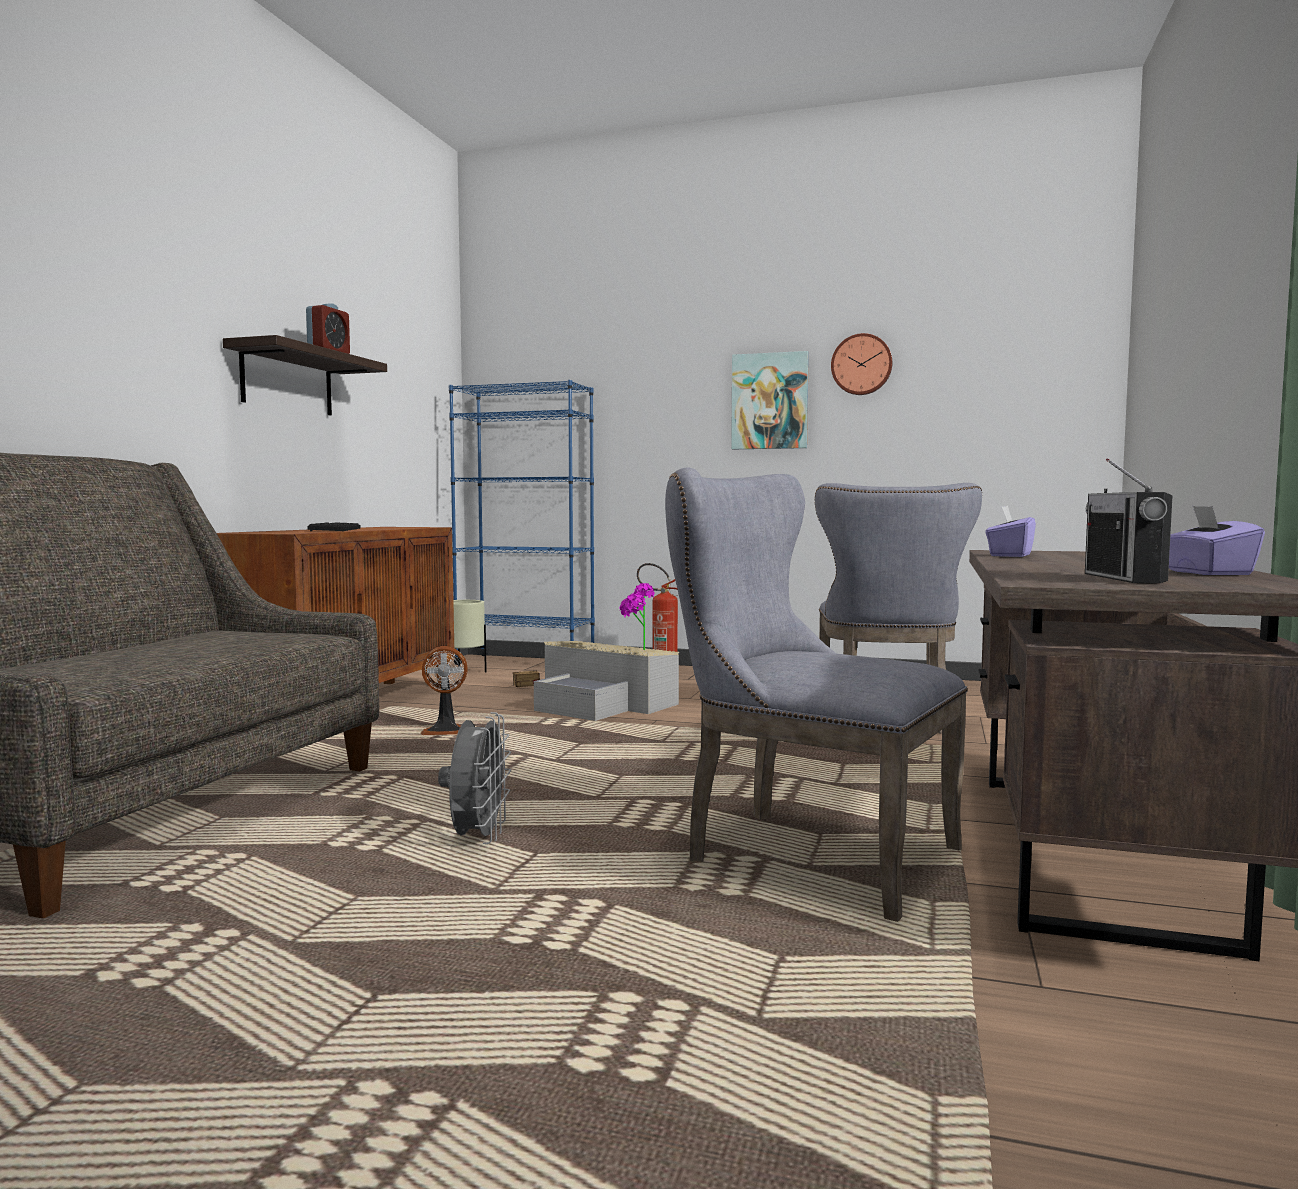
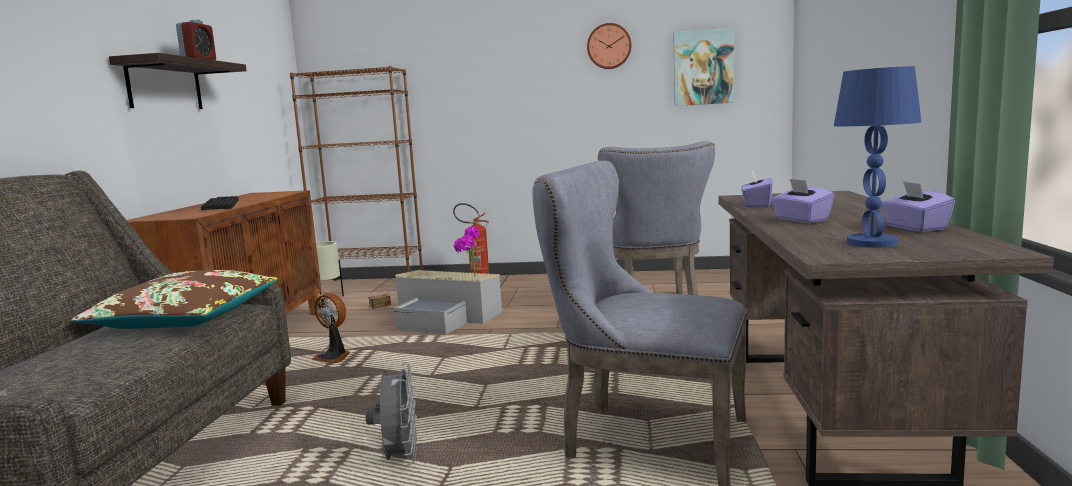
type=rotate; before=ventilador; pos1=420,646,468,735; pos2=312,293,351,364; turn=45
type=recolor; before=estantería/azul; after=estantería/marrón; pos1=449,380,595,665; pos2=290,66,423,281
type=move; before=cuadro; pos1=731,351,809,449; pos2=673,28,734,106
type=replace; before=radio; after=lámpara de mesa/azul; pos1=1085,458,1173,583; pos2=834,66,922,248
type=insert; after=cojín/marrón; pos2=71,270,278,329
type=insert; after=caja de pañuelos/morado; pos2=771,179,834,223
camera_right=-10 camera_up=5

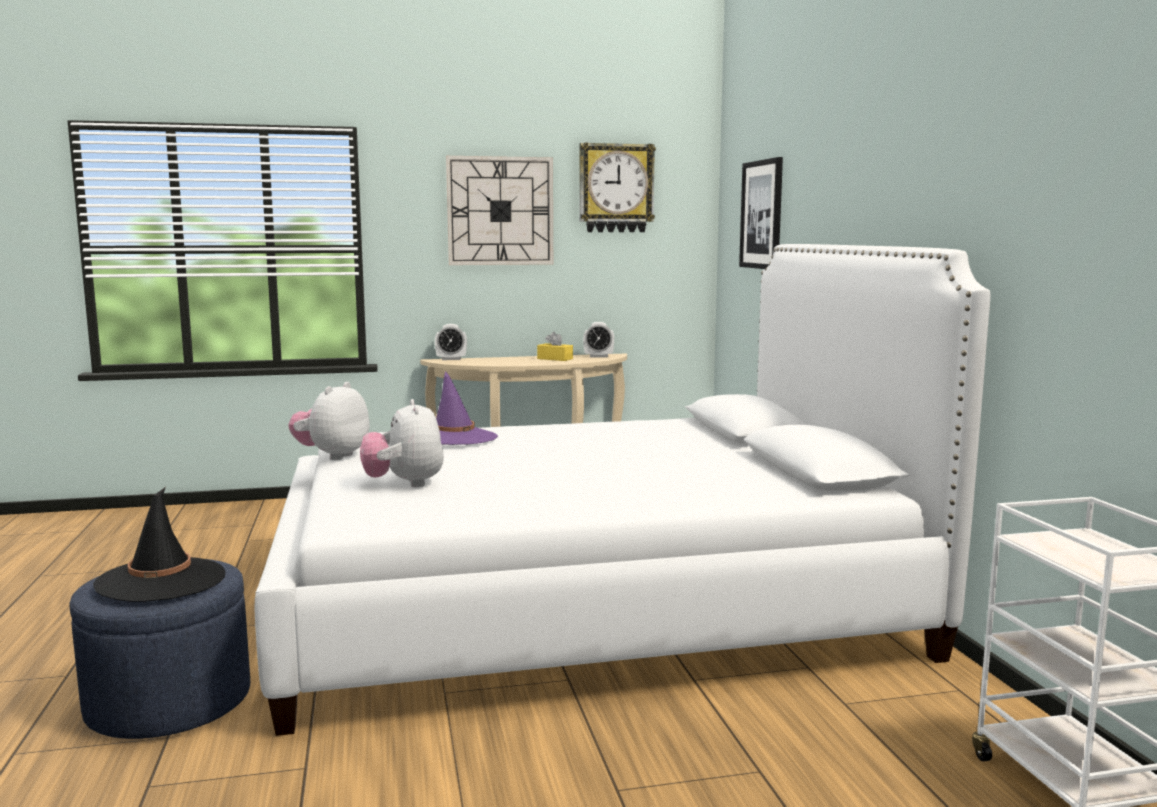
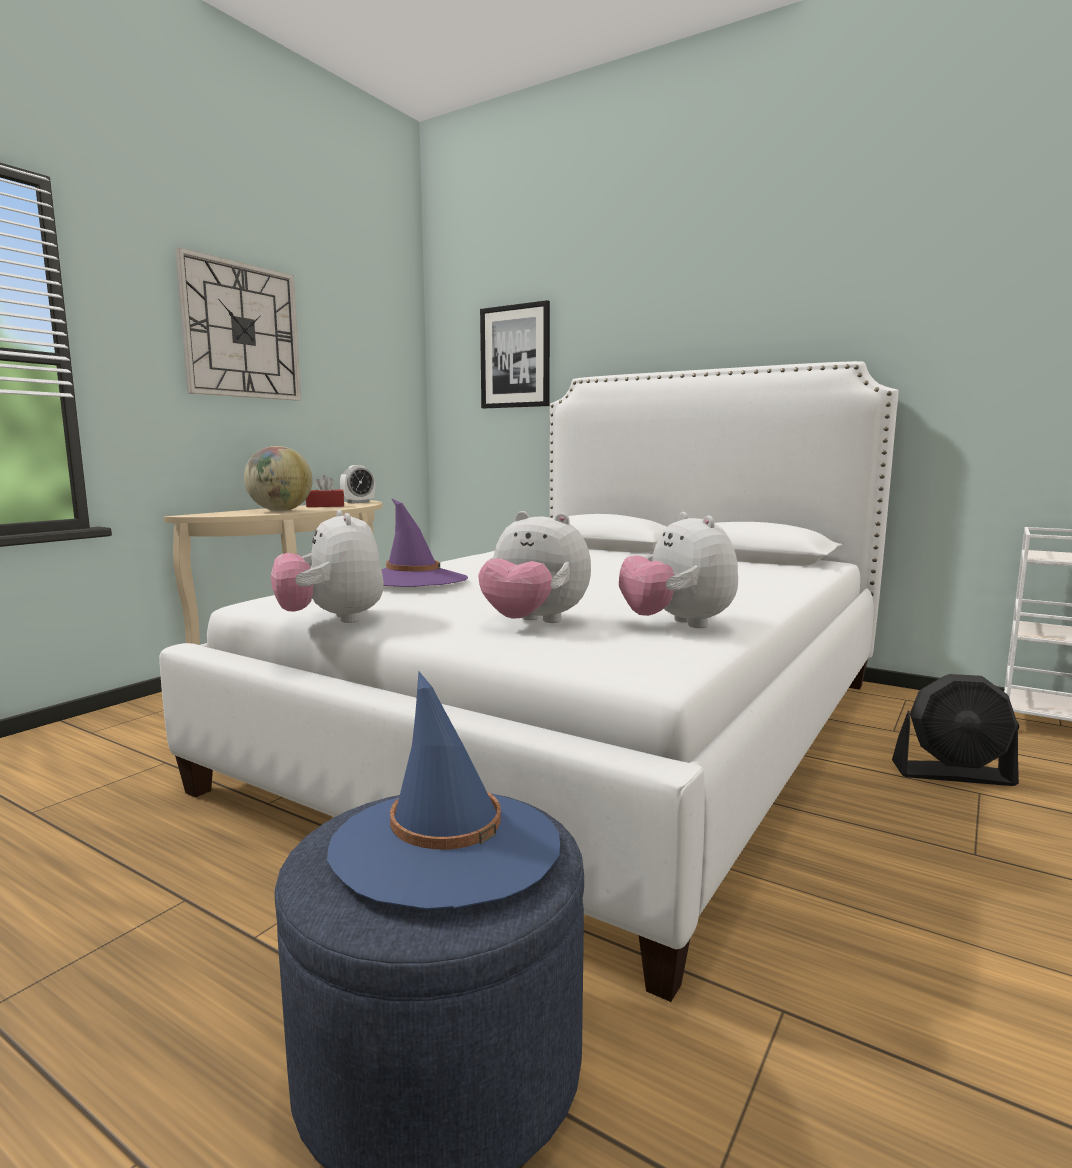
type=recolor; before=sombrero/negro; after=sombrero/azul; pos1=93,487,225,602; pos2=327,671,560,910
type=delete; before=despertador; pos1=435,324,467,360
type=recolor; before=caja de pañuelos/amarillo; after=caja de pañuelos/rojo; pos1=537,332,573,361; pos2=306,475,344,507
type=delete; before=reloj de pared; pos1=579,142,656,232
type=insert; after=globo terráqueo; pos2=244,446,313,511
type=insert; after=peluche; pos2=619,512,738,628
type=insert; after=ventilador/negro; pos2=892,674,1019,786
camera_right=-45 camera_up=0

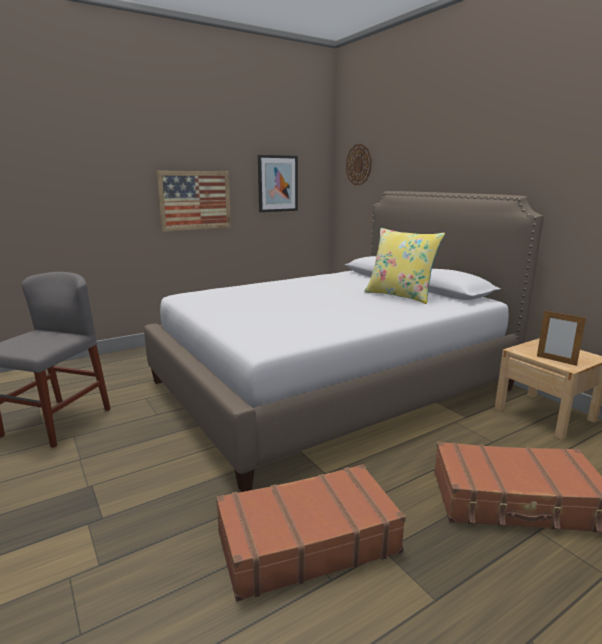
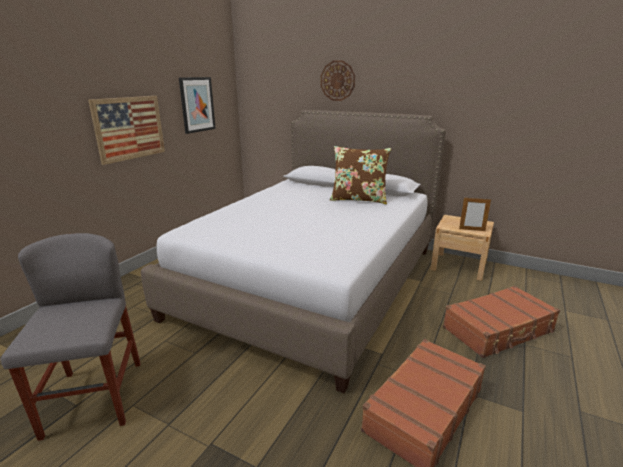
type=move; before=reloj de pared; pos1=346,144,372,185; pos2=320,60,355,101
type=recolor; before=cojín/amarillo; after=cojín/marrón; pos1=364,228,445,304; pos2=330,146,392,204
camera_right=-30 camera_up=5

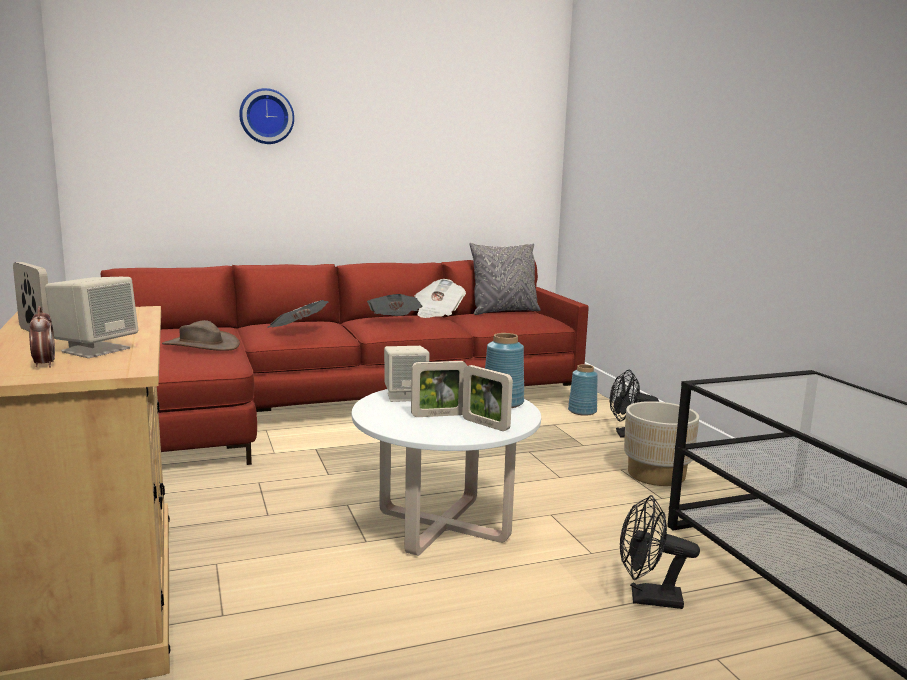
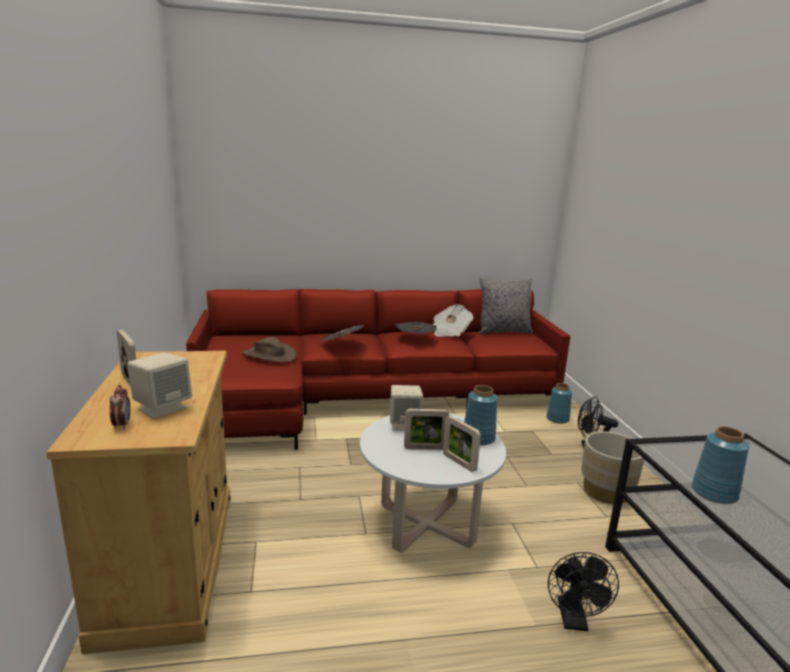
type=delete; before=reloj de pared; pos1=239,88,294,144
type=rotate; before=ventilador/negro; pos1=620,495,700,609; pos2=548,552,619,631; turn=-105
type=insert; after=florero/azul; pos2=692,426,749,504
camera_right=10 camera_up=5

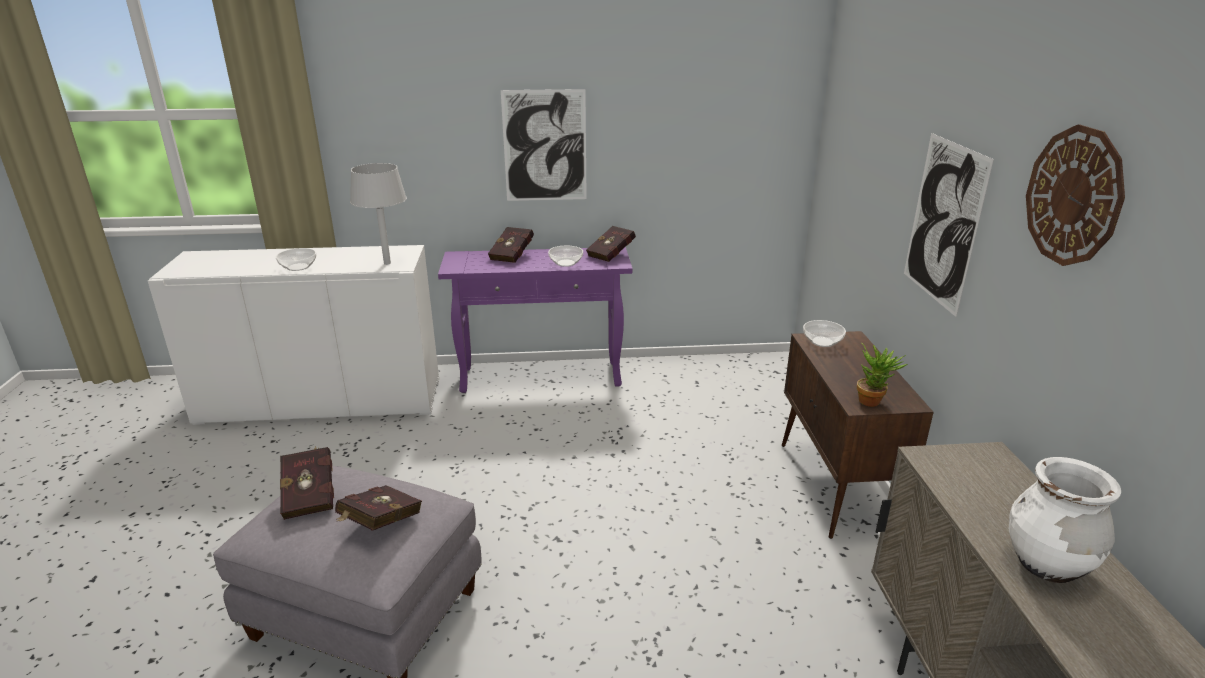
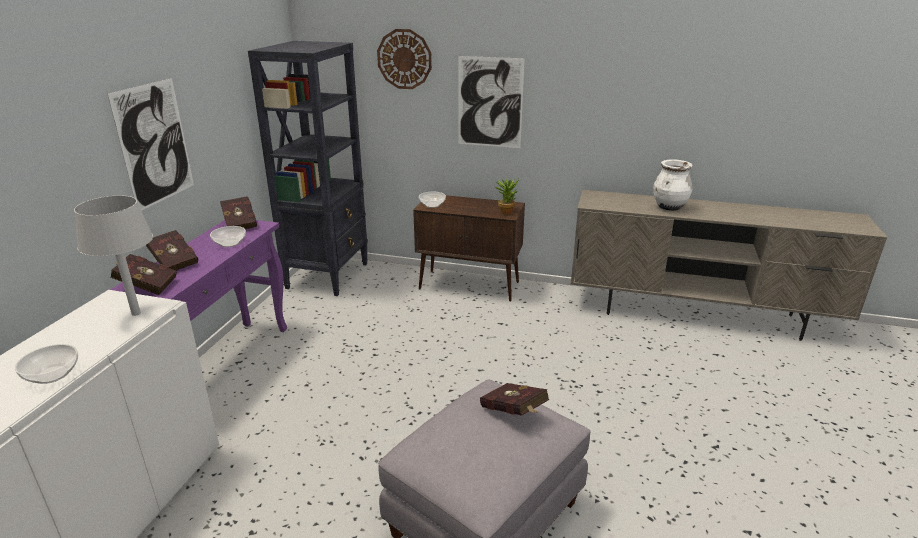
type=move; before=libro/rojo; pos1=280,446,334,520; pos2=110,254,177,295
type=move; before=reloj de pared; pos1=1026,124,1125,266; pos2=377,29,432,89
type=insert; after=estantería/negro; pos2=248,41,368,296
camera_right=-70 camera_up=0

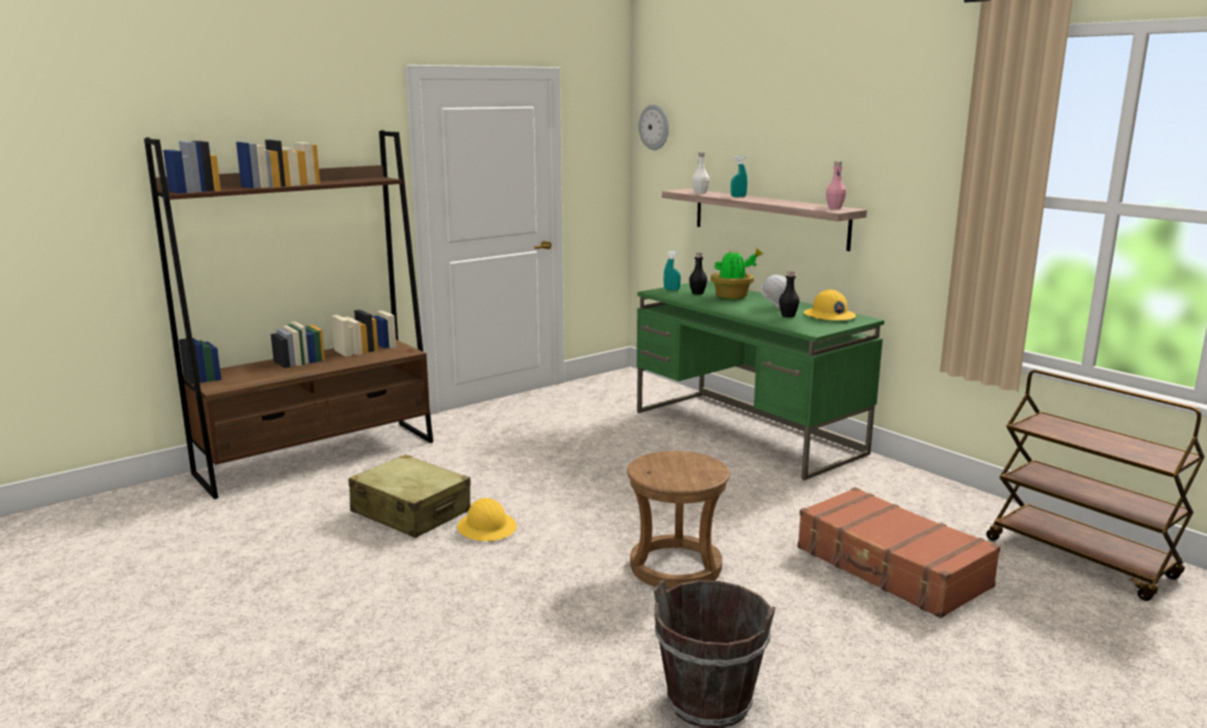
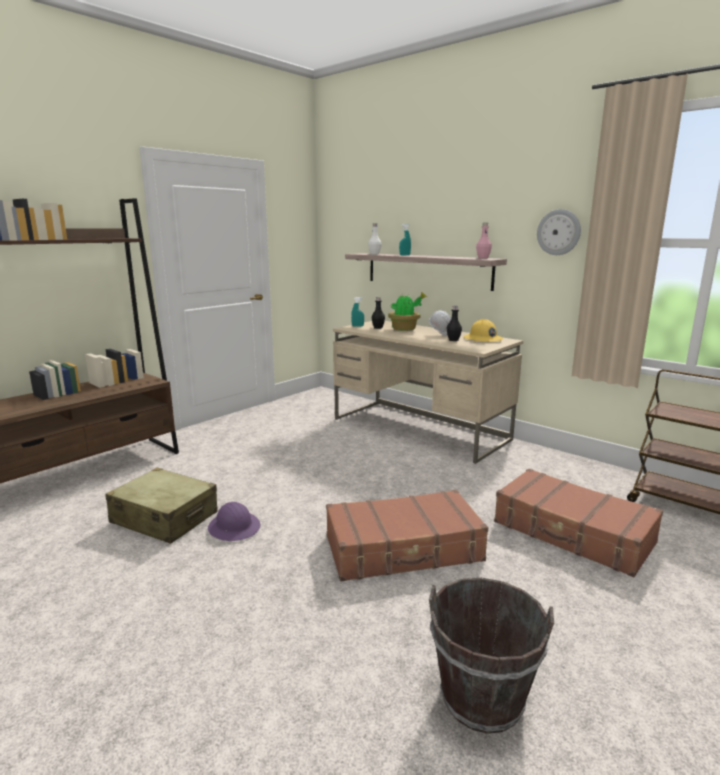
type=recolor; before=casco/amarillo; after=casco/morado; pos1=457,498,517,541; pos2=208,502,260,541
type=replace; before=taburete/marrón; after=maleta/marrón; pos1=627,451,730,590; pos2=326,490,488,581
type=recolor; before=escritorio/verde; after=escritorio/beis; pos1=637,281,884,480; pos2=333,321,523,464
type=move; before=reloj de pared; pos1=639,104,669,150; pos2=537,209,581,255
camera_right=-10 camera_up=0

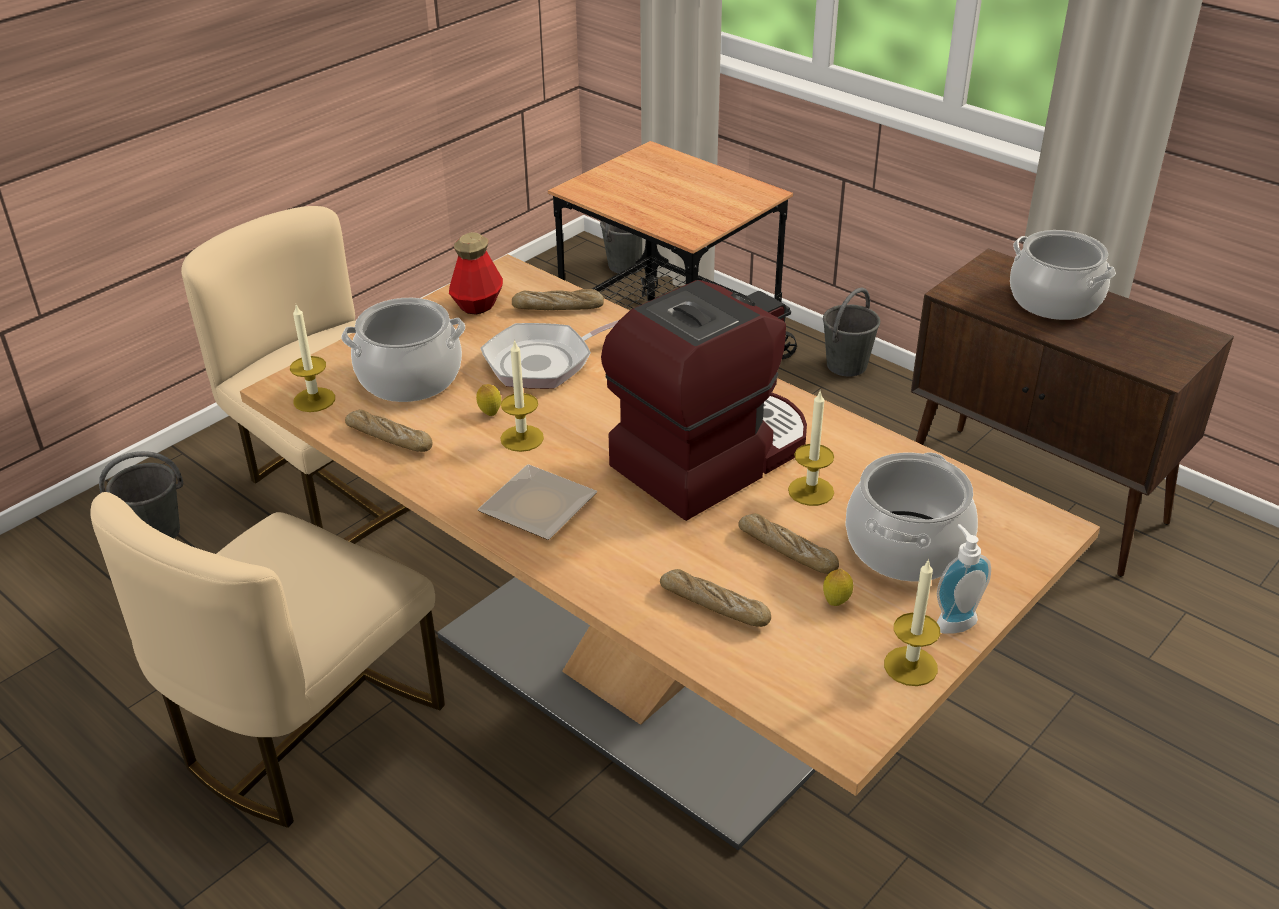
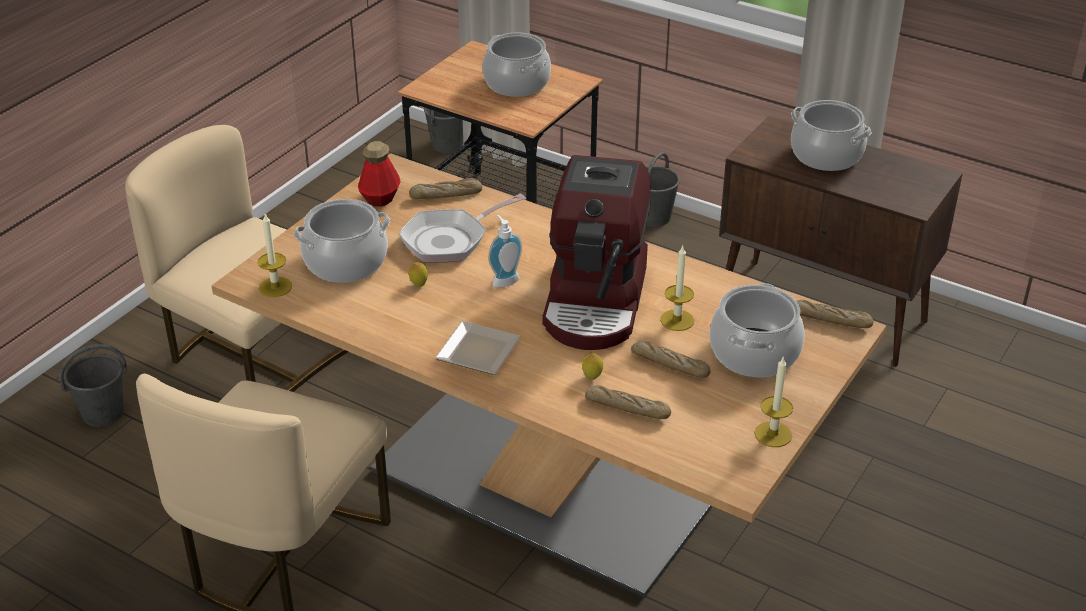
type=move; before=pan; pos1=345,409,433,452; pos2=797,300,873,328
type=delete; before=vela; pos1=501,339,544,452
type=rotate; before=cafetera; pos1=601,280,807,521; pos2=542,155,651,350; turn=150
type=move; before=limón; pos1=823,569,853,606; pos2=582,353,603,380
type=move; before=dispensador de jabón; pos1=937,524,991,634; pos2=488,215,522,288
type=insert; after=olla; pos2=482,32,551,97
camera_right=-10 camera_up=0

